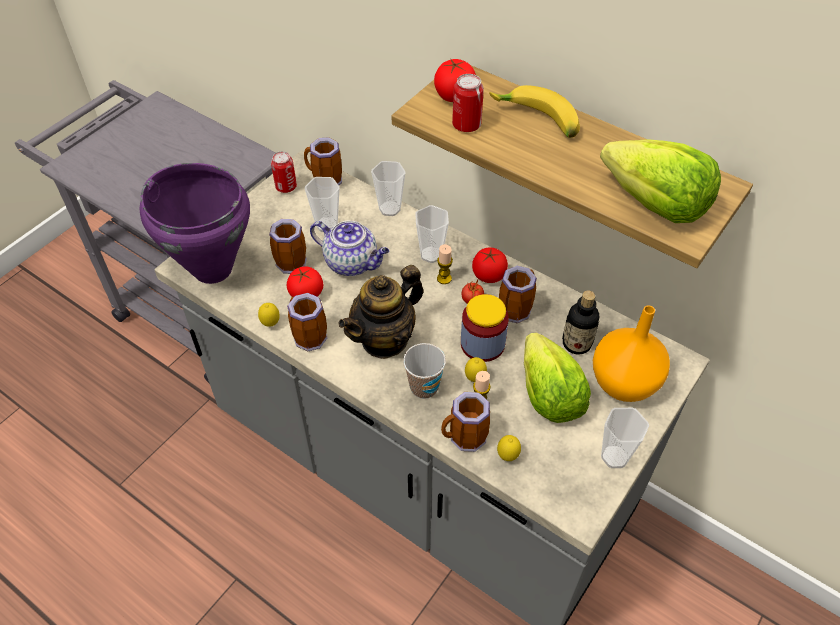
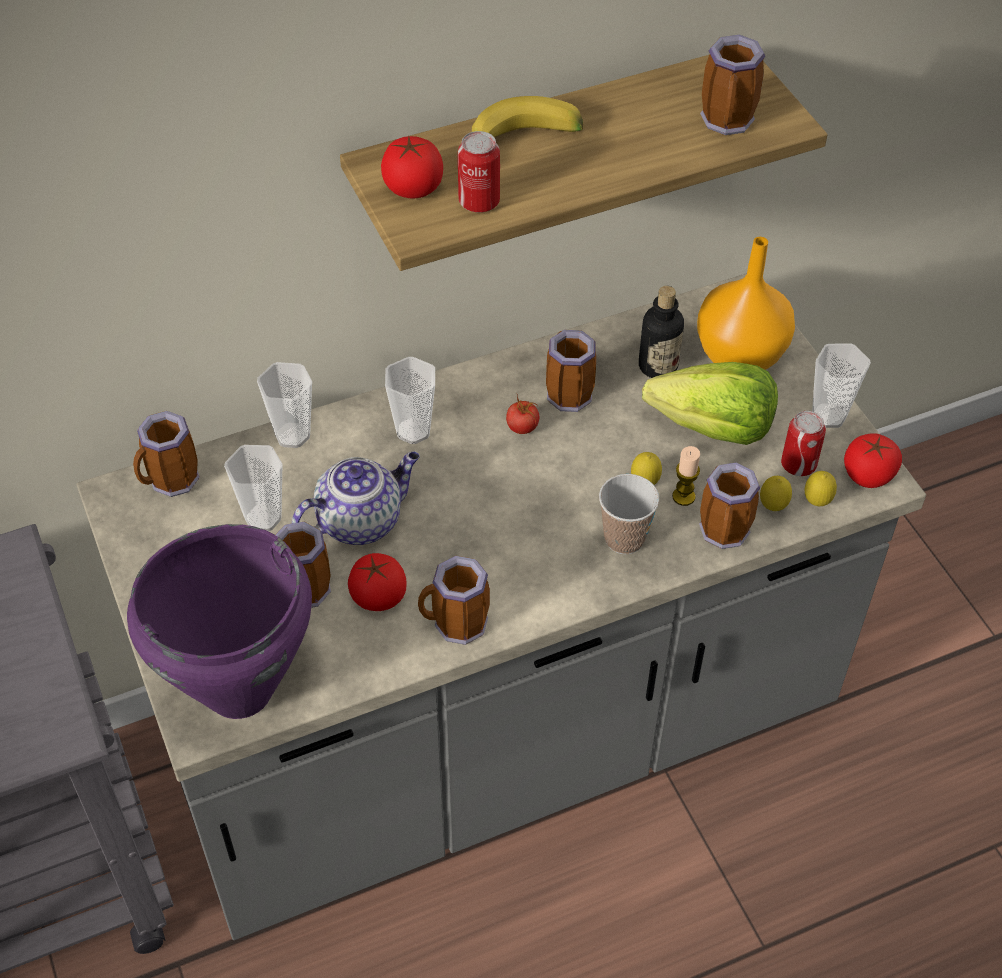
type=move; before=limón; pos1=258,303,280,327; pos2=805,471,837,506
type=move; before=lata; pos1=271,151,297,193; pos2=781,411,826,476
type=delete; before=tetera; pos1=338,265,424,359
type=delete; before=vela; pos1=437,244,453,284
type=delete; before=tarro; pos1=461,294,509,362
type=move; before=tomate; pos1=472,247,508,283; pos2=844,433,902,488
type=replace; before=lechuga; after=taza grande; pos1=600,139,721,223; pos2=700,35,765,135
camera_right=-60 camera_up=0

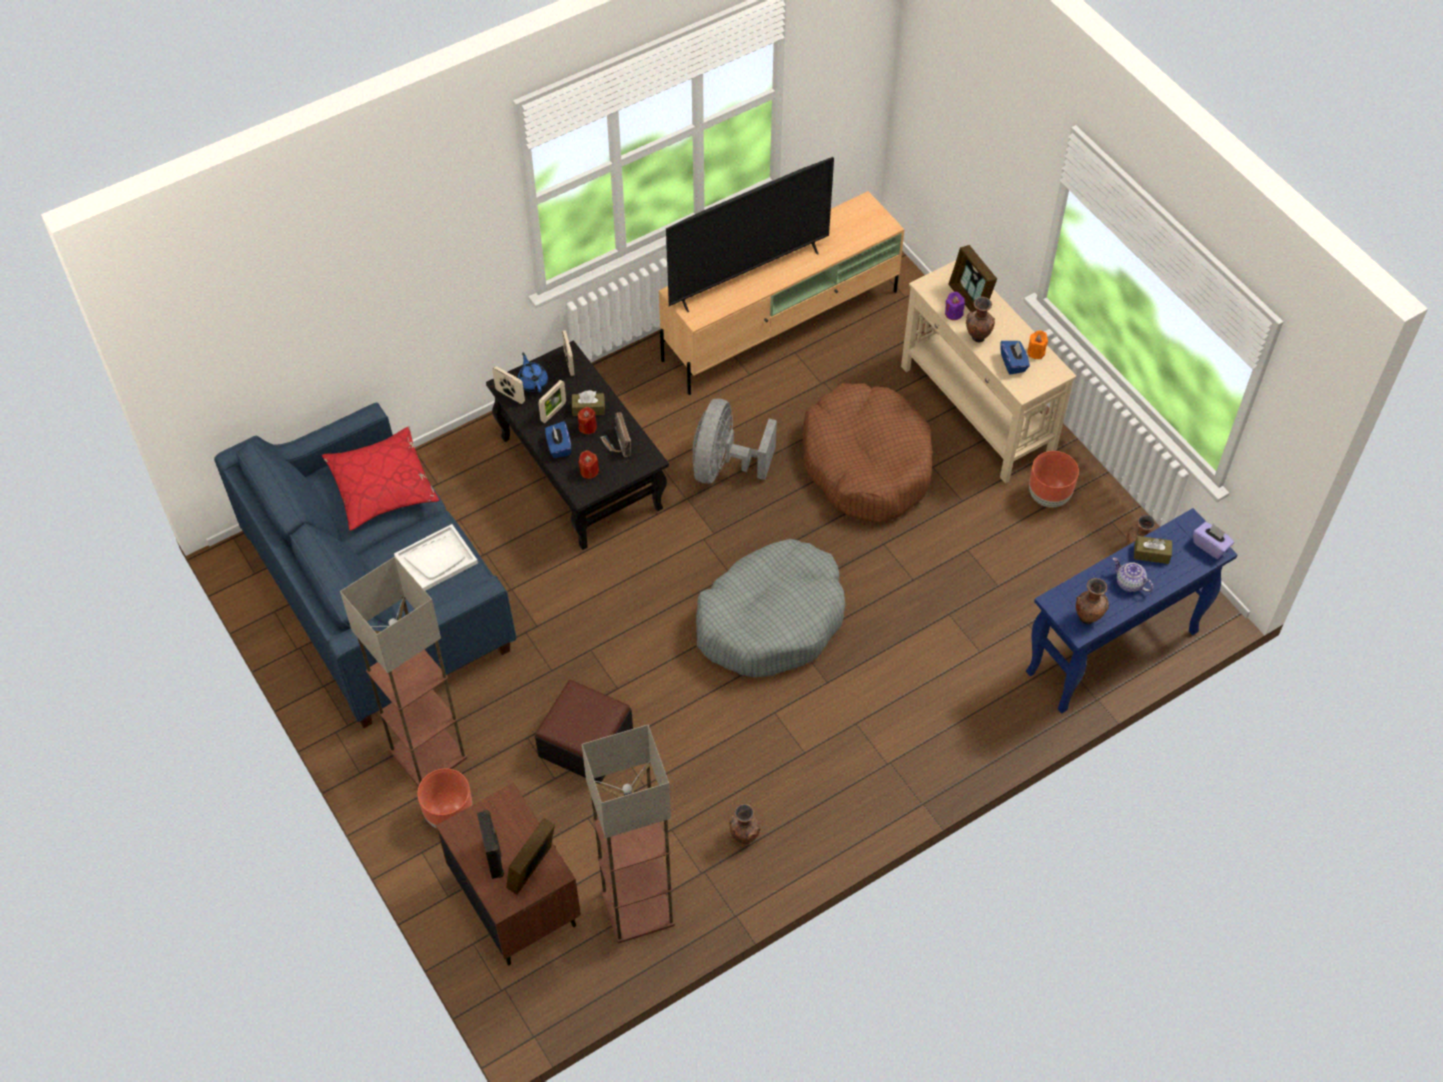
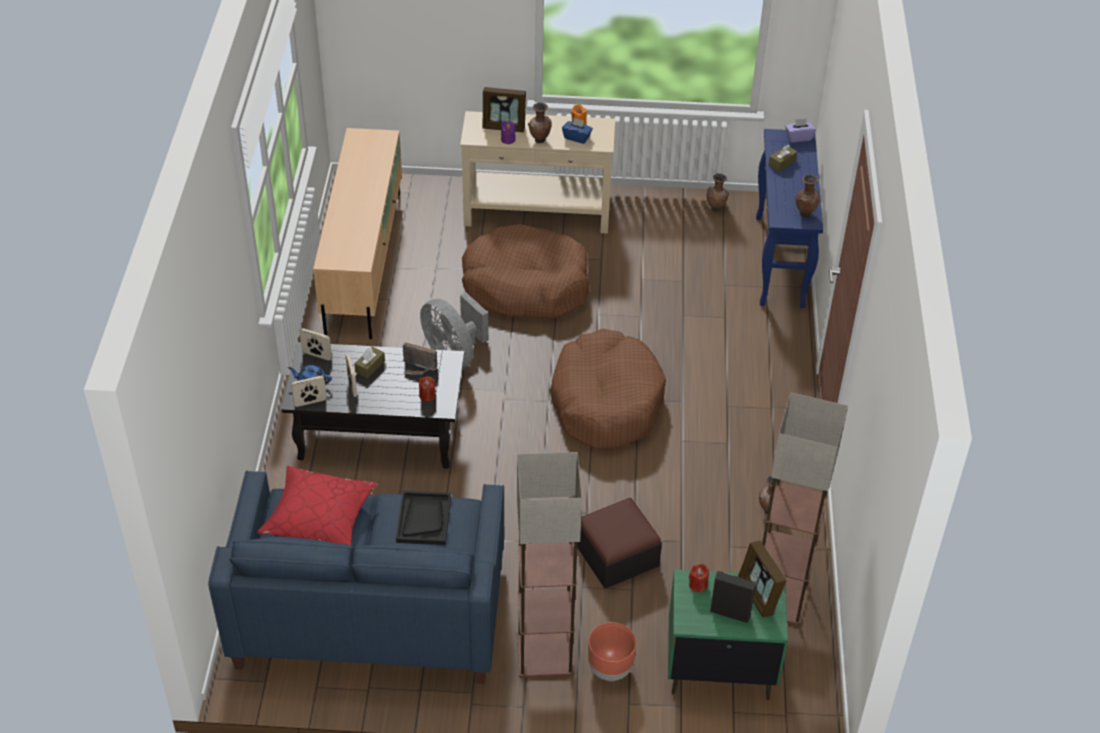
type=recolor; before=bandeja/blanco; after=bandeja/negro; pos1=394,524,478,591; pos2=396,491,451,545
type=recolor; before=mesita de noche/marrón; after=mesita de noche/verde; pos1=436,783,581,965; pos2=668,569,788,700
type=delete; before=caja de pañuelos/azul; pos1=545,421,571,458
type=move; before=vela/rojo; pos1=578,407,597,434; pos2=689,564,709,593
type=delete; before=televisor; pos1=666,157,834,312
type=recolor; before=cama para perro/gris; after=cama para perro/marrón; pos1=696,539,845,677; pos2=549,328,666,449
type=delete; before=maceta/marrón; pos1=1029,451,1079,508
type=delete; before=tetera; pos1=1113,557,1153,592
camera_right=-55 camera_up=-10

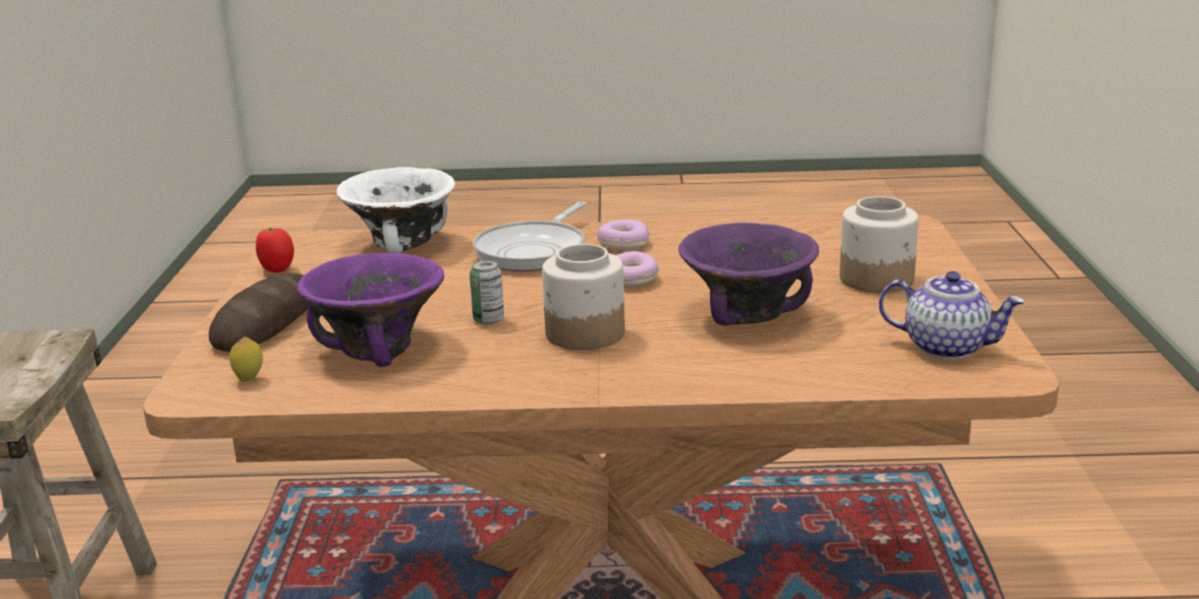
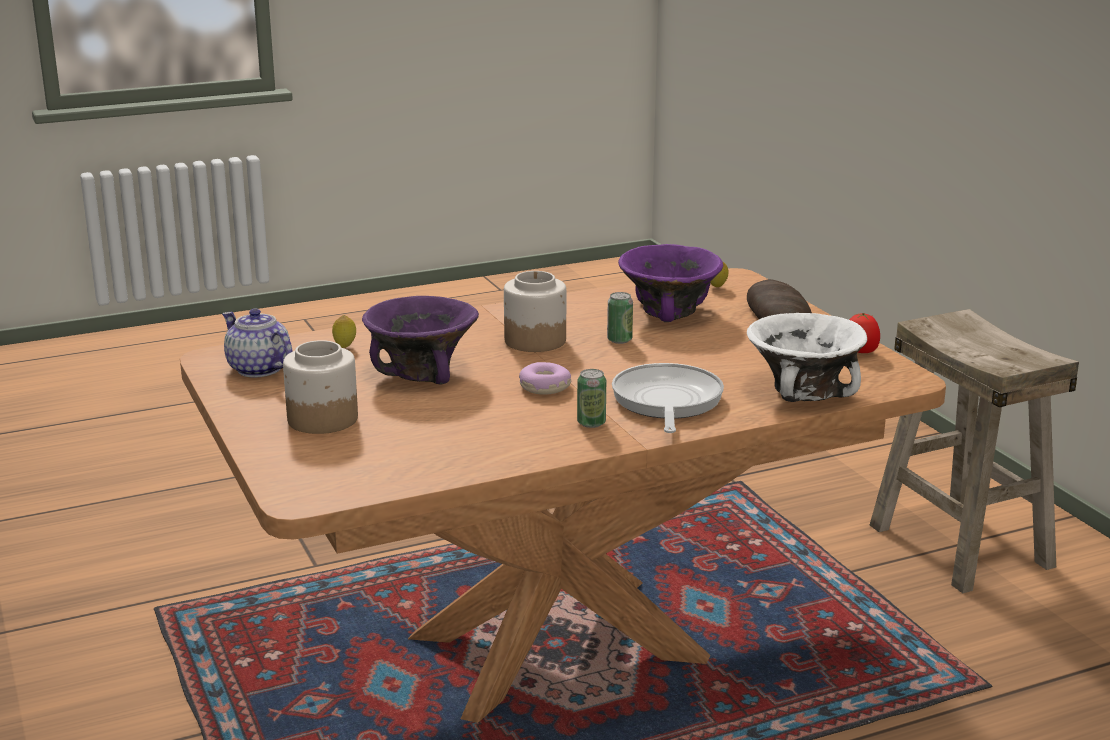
type=replace; before=rosquilla; after=lata; pos1=597,219,650,250; pos2=577,369,606,428
type=rotate; before=tetera; pos1=879,271,1025,359; pos2=222,309,293,377; turn=45
type=insert; after=limón; pos2=332,315,356,348
camera_right=155 camera_up=0

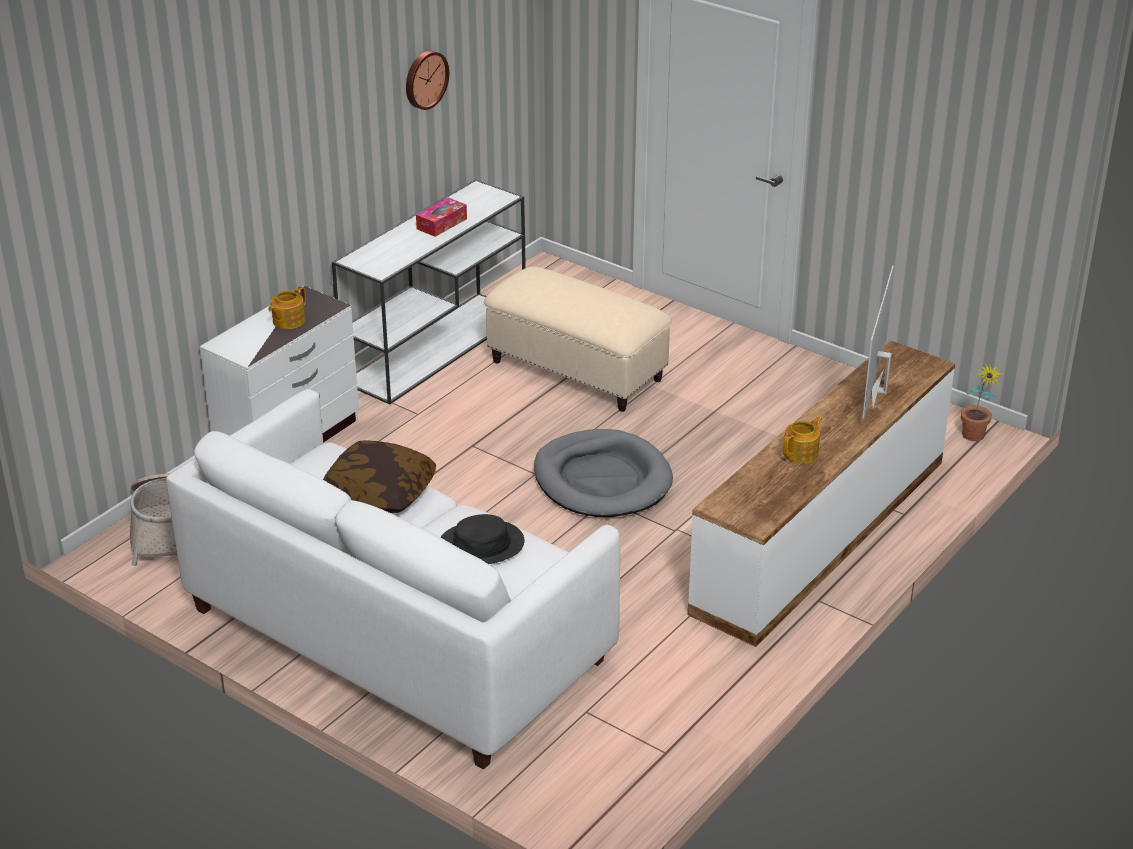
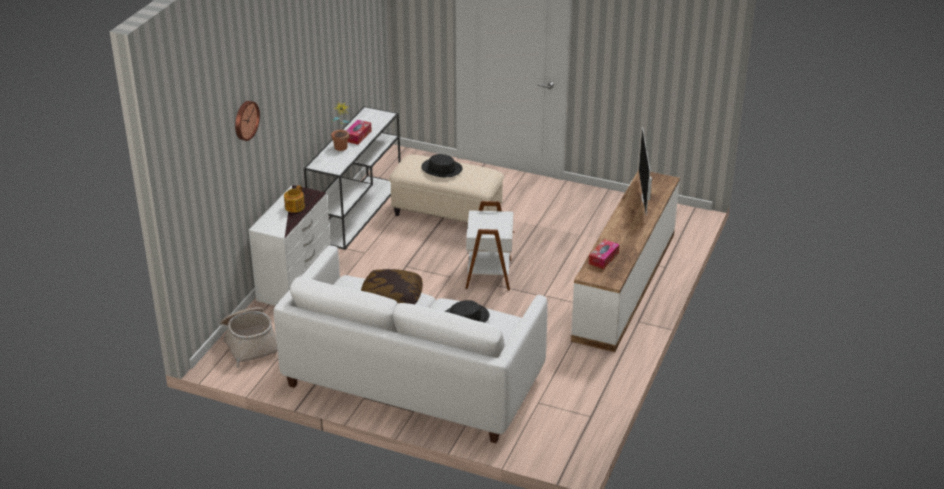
type=move; before=reloj de pared; pos1=406,51,449,110; pos2=235,101,260,141
type=replace; before=cama para perro/gris; after=mesa auxiliar/blanco; pos1=534,429,673,517; pos2=465,201,515,291
type=delete; before=tetera; pos1=783,417,822,464
type=move; before=planta en maceta; pos1=961,363,1004,441; pos2=331,102,350,151
type=insert; after=sombrero/negro; pos2=421,154,462,177
type=insert; after=caja de pañuelos; pos2=589,239,619,269
camera_right=-15 camera_up=0

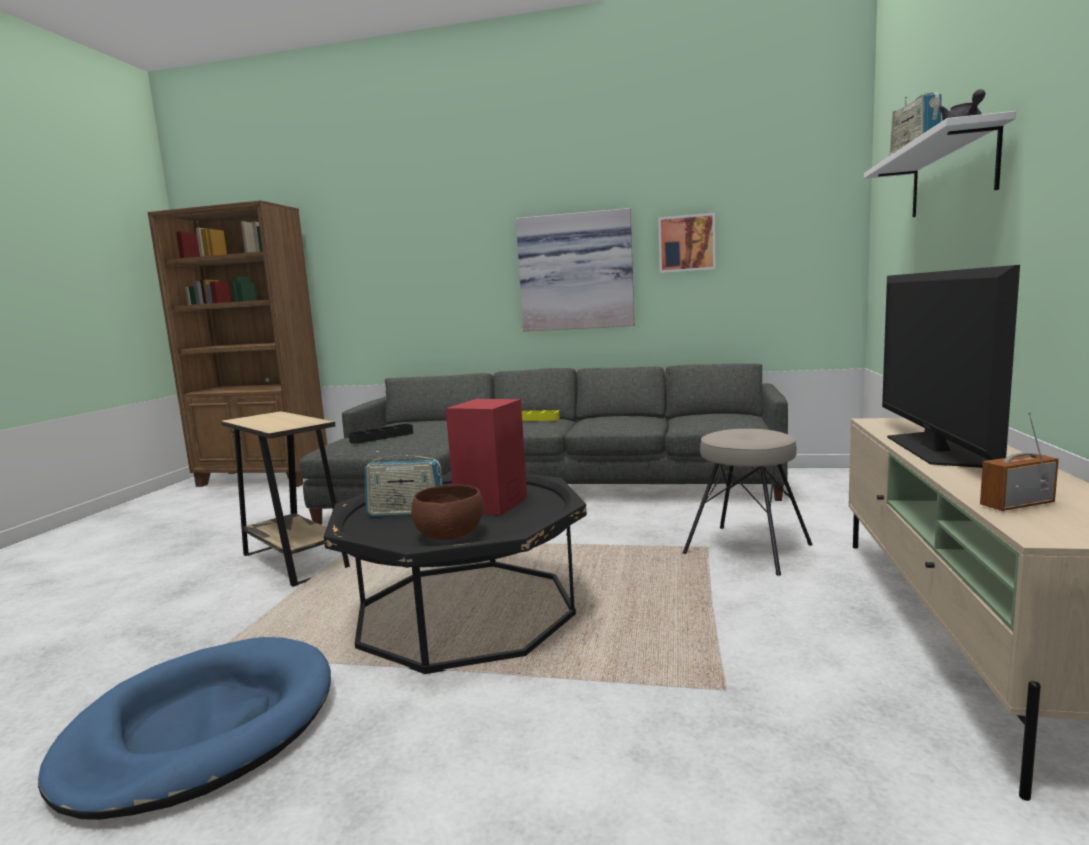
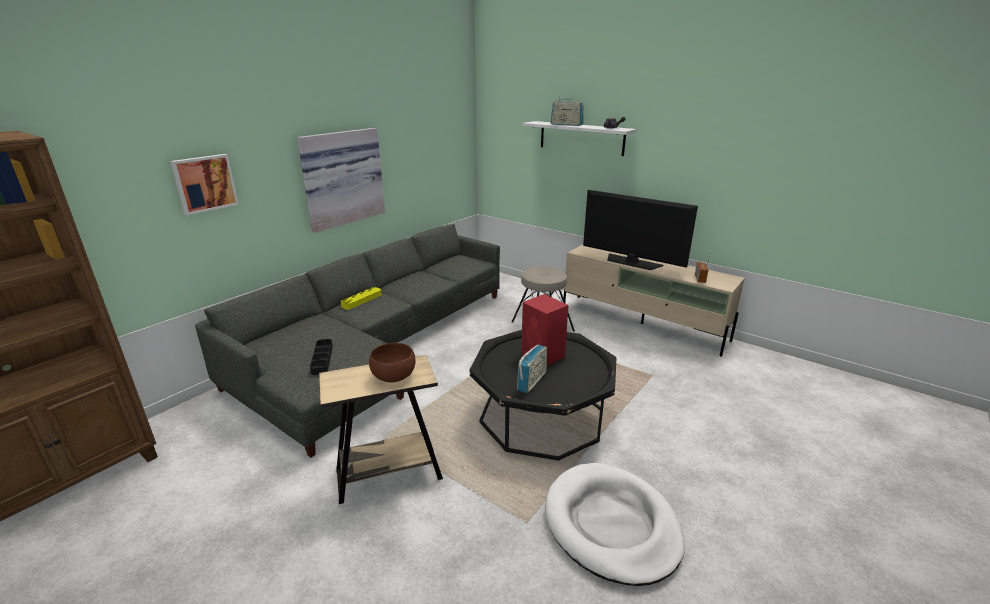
type=recolor; before=cama para perro/azul; after=cama para perro/blanco; pos1=38,637,331,820; pos2=545,463,685,586
type=move; before=cuenco/marrón; pos1=411,485,484,540; pos2=369,343,416,382
type=move; before=cuadro; pos1=658,213,716,273; pos2=170,154,239,215
camera_right=-65 camera_up=15

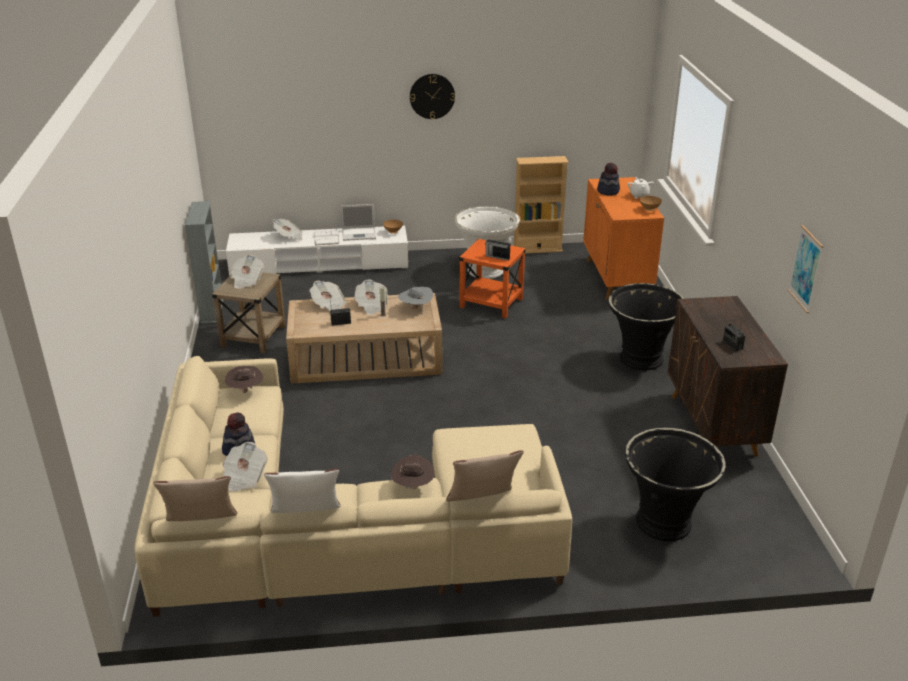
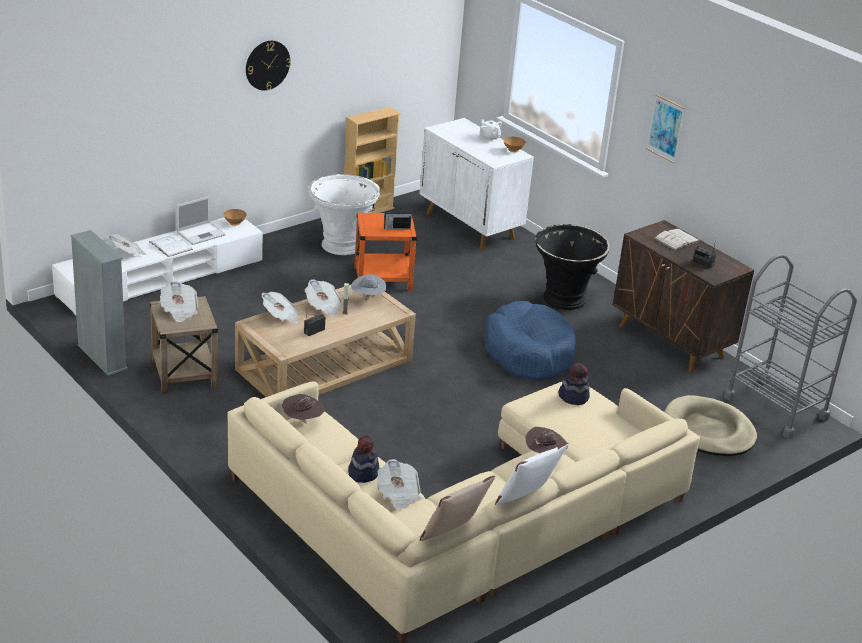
type=delete; before=cojín/beis; pos1=446,450,524,502
type=recolor; before=armario/naranja; after=armario/blanco; pos1=583,177,664,300; pos2=420,118,534,250
type=move; before=sombrero; pos1=597,163,620,196; pos2=559,363,590,405
type=replace; before=maceta/negro; after=cama para perro/beis; pos1=625,428,725,541; pos2=664,395,757,456
type=move; before=cuadro; pos1=788,225,824,313; pos2=646,94,685,163
type=insert; after=cama para perro/azul; pos2=484,301,575,381
type=insert; after=libro/blanco; pos2=653,229,700,251
type=insert; after=carrito/gris; pos2=724,254,857,439
camera_right=-35 camera_up=0

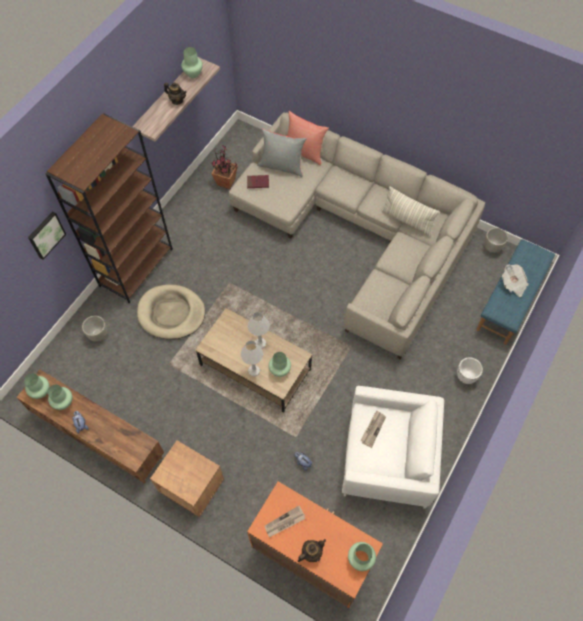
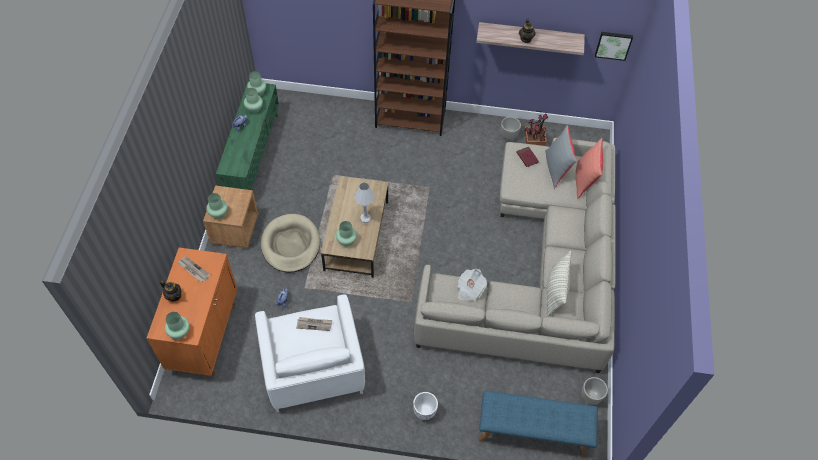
type=recolor; before=mueble de televisión/marrón; after=mueble de televisión/verde; pos1=16,370,164,483; pos2=216,81,279,190
type=move; before=cuadro; pos1=28,211,66,260; pos2=595,32,633,61
type=move; before=maceta/gris; pos1=82,316,107,342; pos2=501,117,521,140
type=move; before=cama para perro/beis; pos1=137,284,205,339; pos2=261,214,320,273
type=move; before=florero/verde; pos1=181,47,203,78; pos2=206,193,228,219
type=delete; before=lámpara de mesa/blanco; pos1=241,341,264,377
type=move; before=periódico; pos1=502,264,529,297; pos2=457,269,487,302
camera_right=65 camera_up=-5

